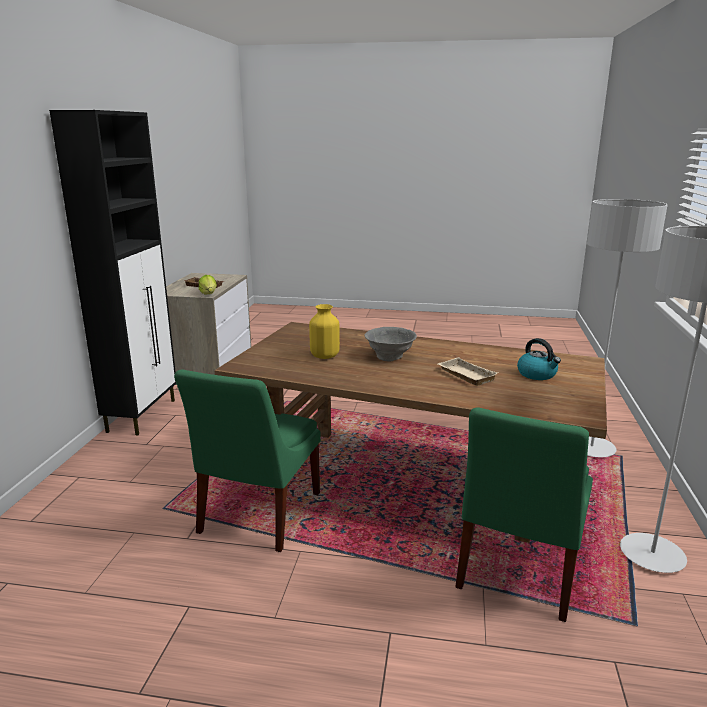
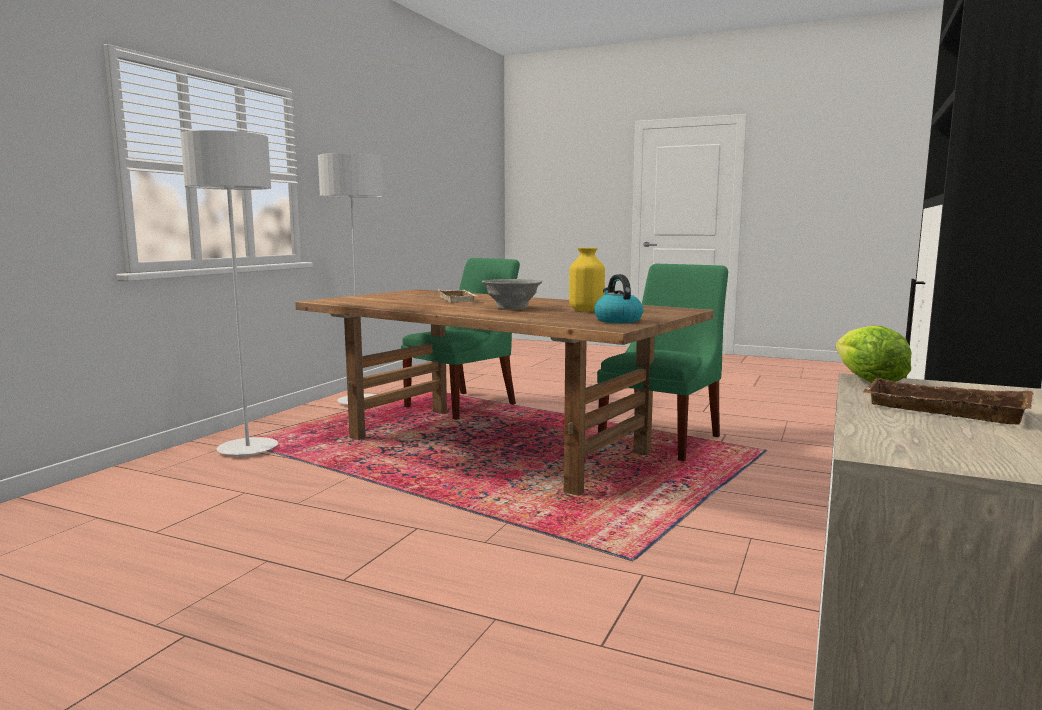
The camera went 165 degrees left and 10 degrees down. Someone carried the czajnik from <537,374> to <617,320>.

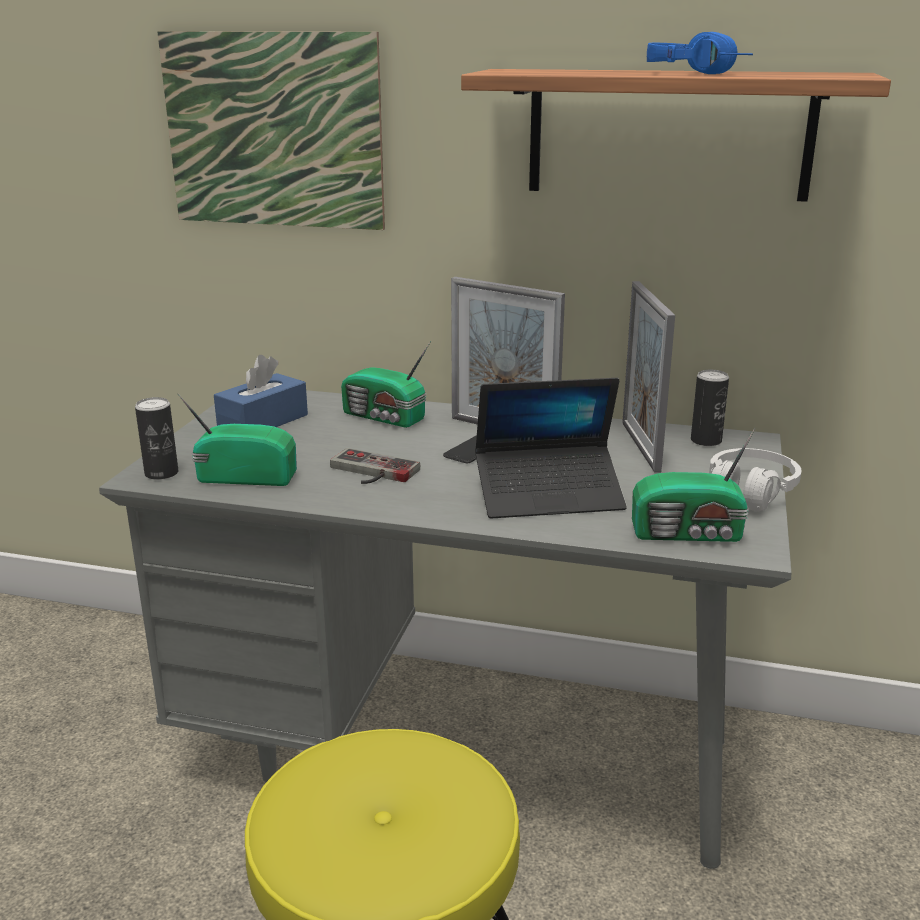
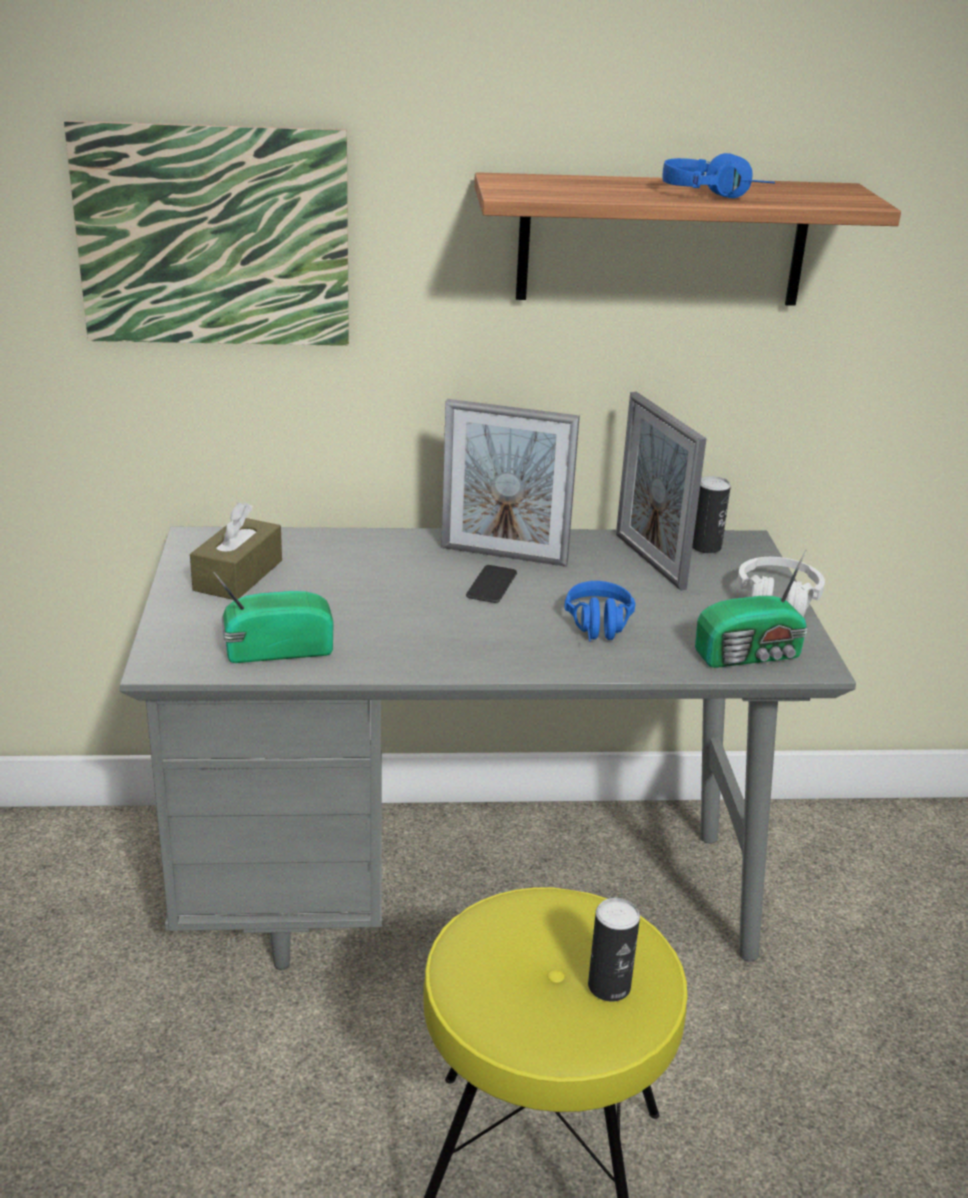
The camera went 20 degrees left and 5 degrees up. Someone repainted the pudełko chusteczek [niebieski] at <263,421>, which became the pudełko chusteczek [brązowy] at <238,575>. Someone swapped the laptop at <549,495> for the słuchawki [niebieski] at <599,629>. Someone carried the puszka from <161,473> to <609,986>. Someone took away the pad do gier at <370,472>. Someone took away the radio at <384,418>.

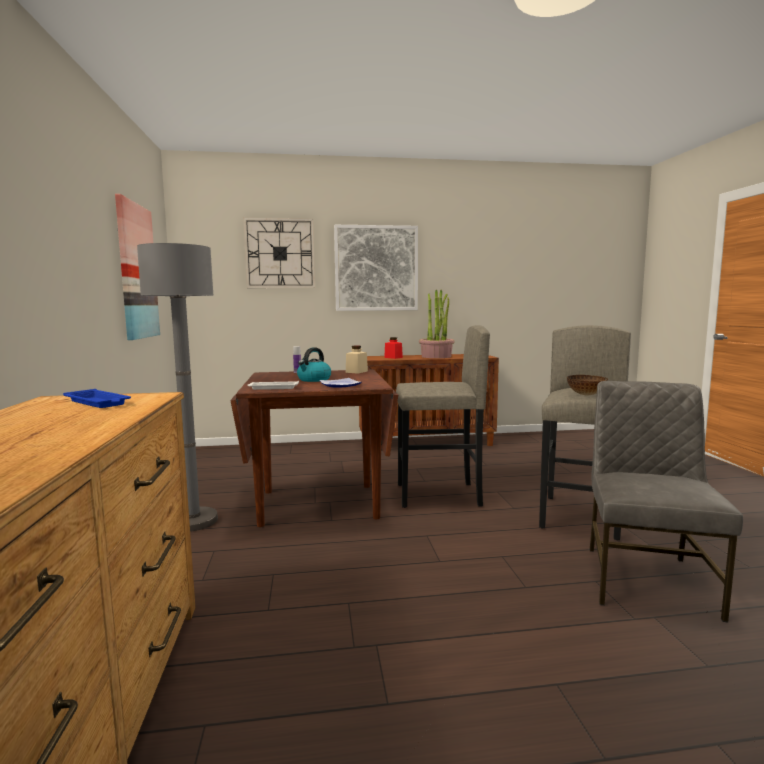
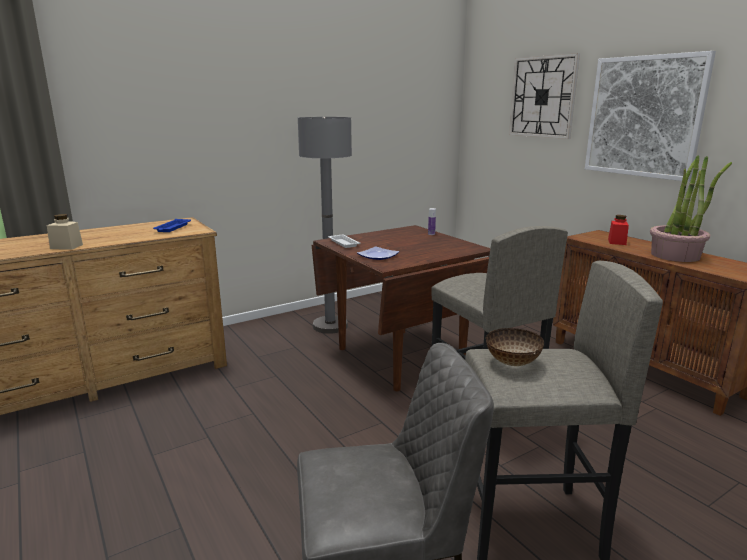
The camera went 65 degrees right and 10 degrees up. Someone carried the słoik [beżowy] from <356,372> to <66,247>. Someone took away the obraz at <136,271>. Someone took away the czajnik at <314,380>.

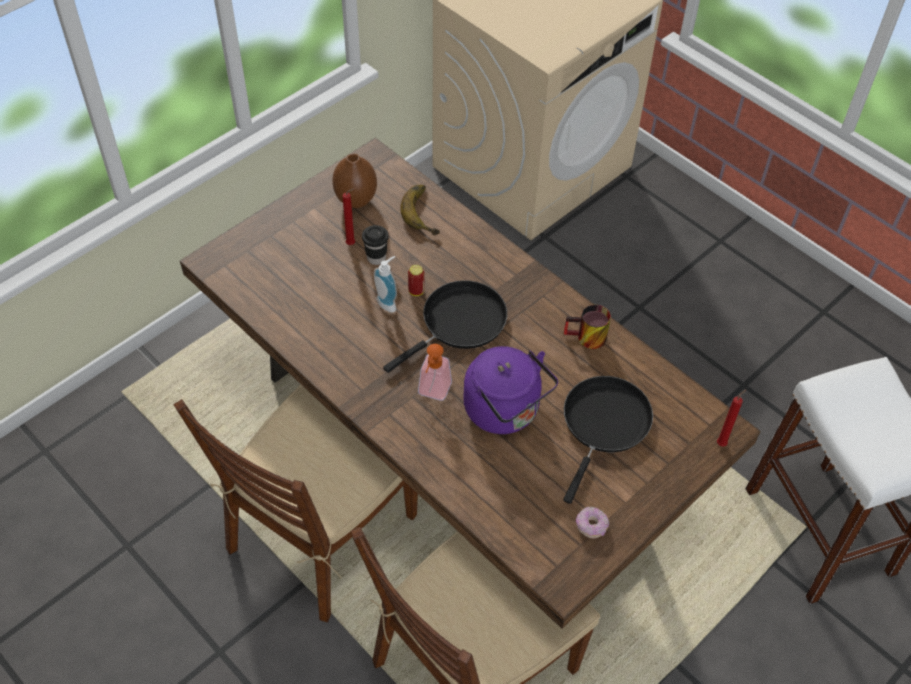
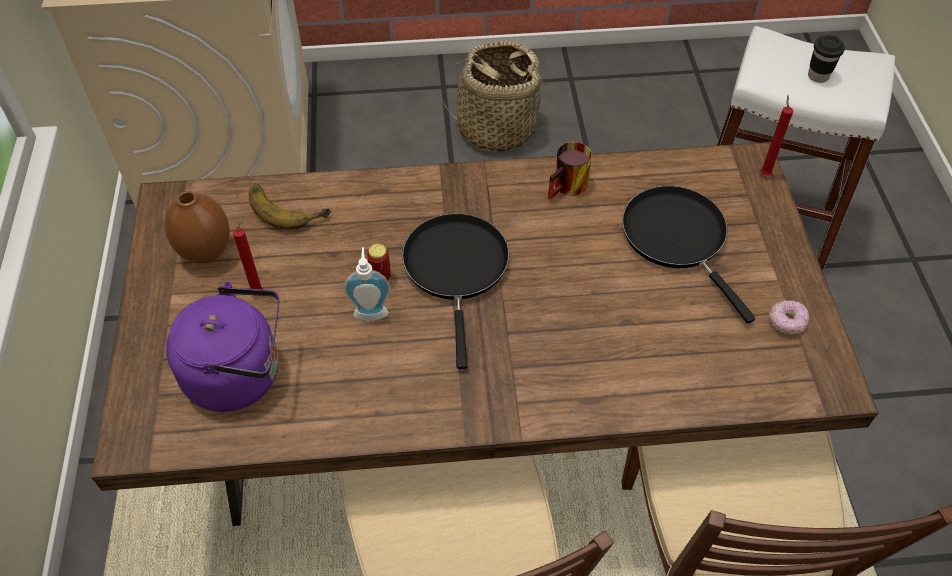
The camera went 50 degrees left and 0 degrees up. Someone carried the czajnik [fioletowy] from <505,411> to <240,374>. Someone put down the koszyk at <496,128>. Someone carried the filiżanka [czarny] from <376,258> to <818,76>. Someone took away the dozownik mydła at <432,393>.

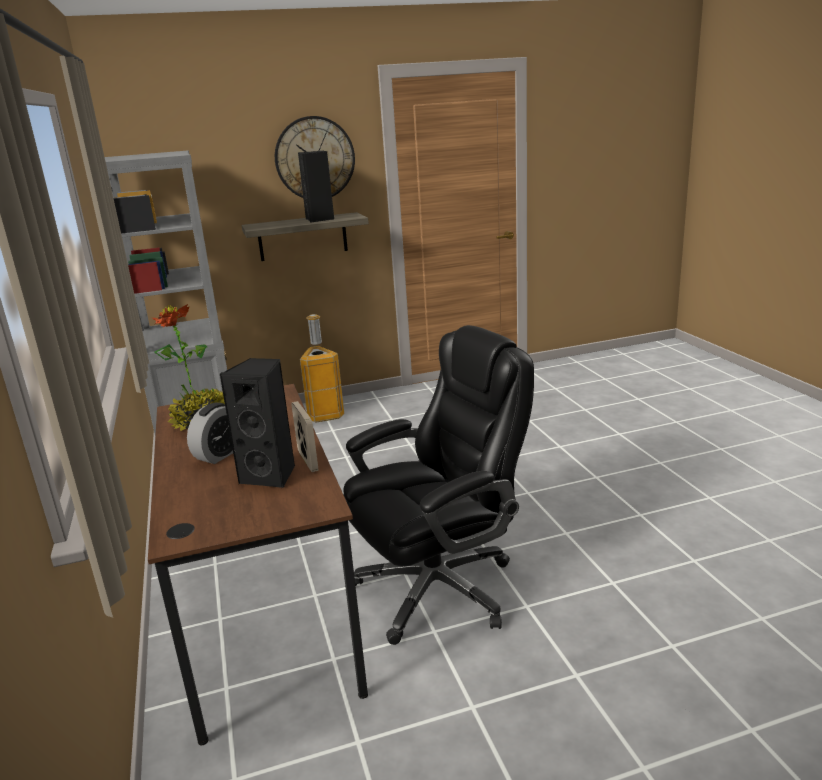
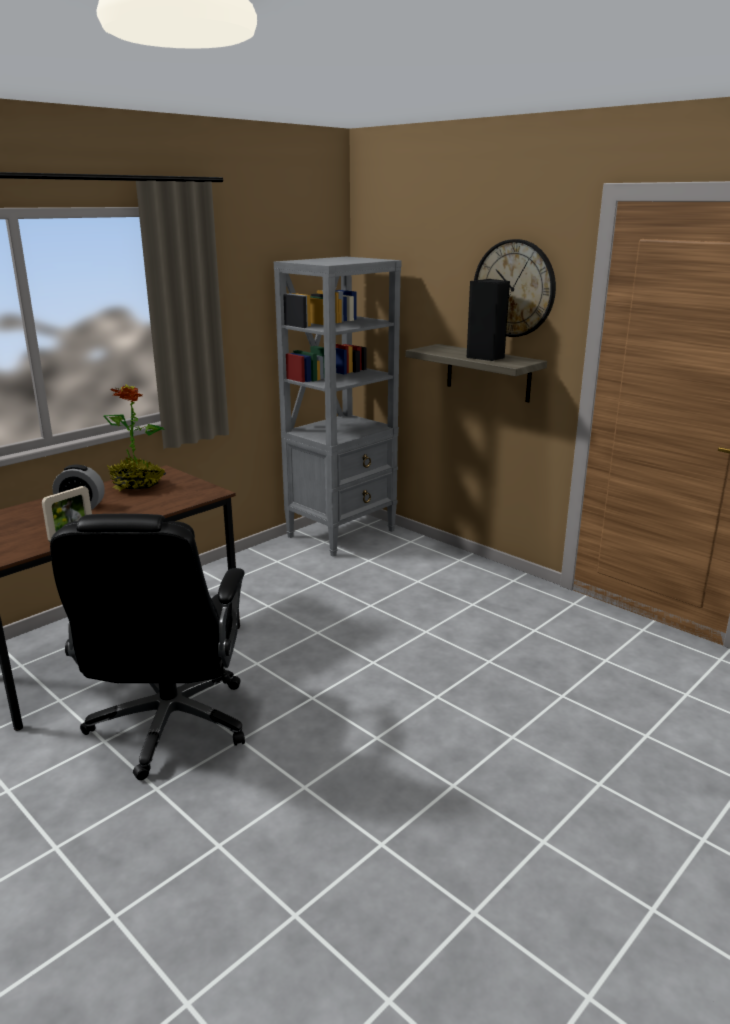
The camera went 60 degrees right and 0 degrees up. Someone rotated the krzesło biurowe [czarny] at <439,587> by 60 degrees clockwise. Someone took away the głośnik [czarny] at <271,475>. Someone took away the kosz na śmieci at <325,415>.

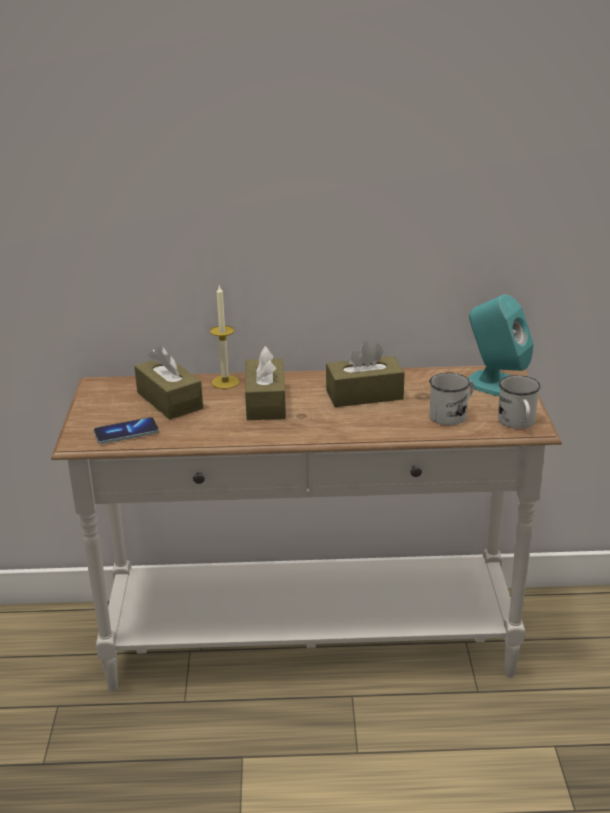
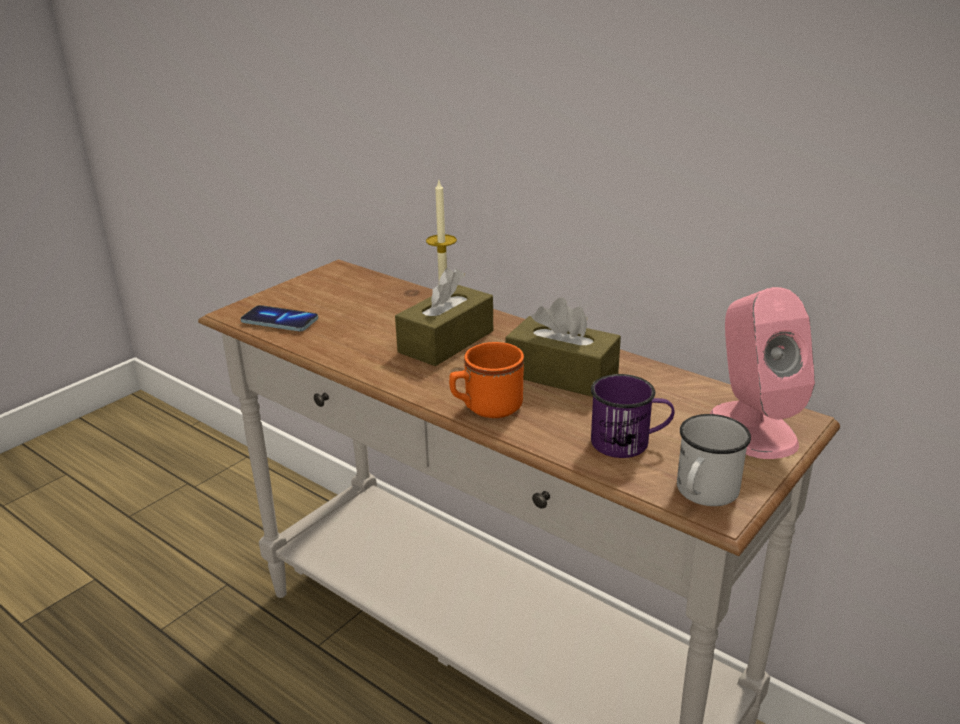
The camera went 40 degrees right and 0 degrees up. Someone put down the kubek [pomarańczowy] at <486,408>. Someone repainted the kubek [biały] at <452,415>, which became the kubek [fioletowy] at <629,443>. Someone repainted the głośnik [turkusowy] at <496,384>, which became the głośnik [różowy] at <752,429>. Someone took away the pudełko chusteczek [brązowy] at <169,400>.

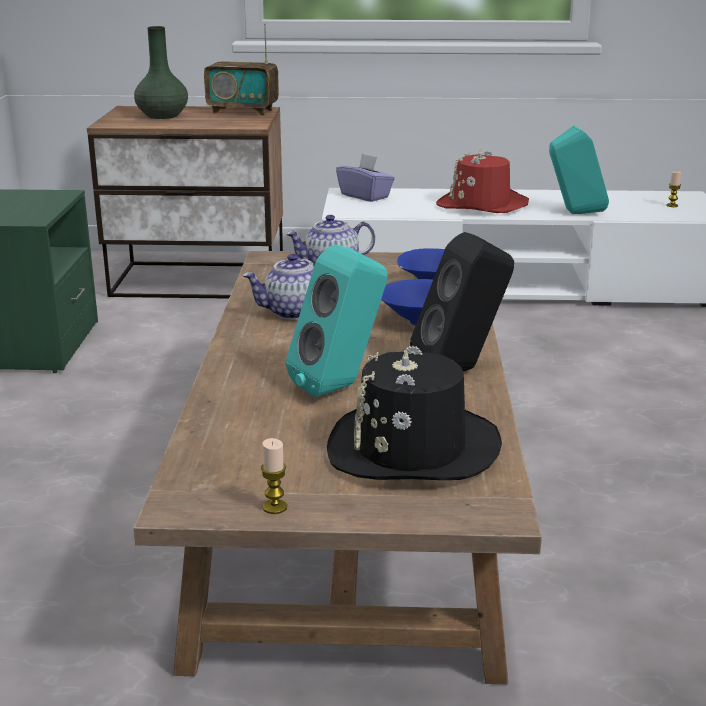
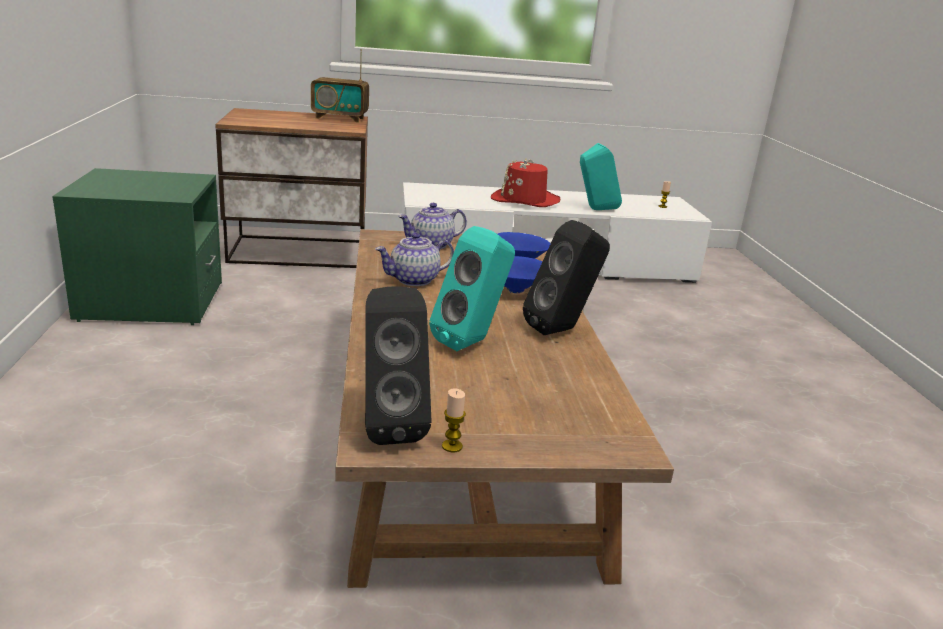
The camera went 10 degrees left and 0 degrees up. Someone put down the głośnik [czarny] at <389,426>. Someone took away the wazon [zielony] at <162,116>. Someone took away the kapelusz [czarny] at <412,449>. Someone took away the pudełko chusteczek [fioletowy] at <365,196>.

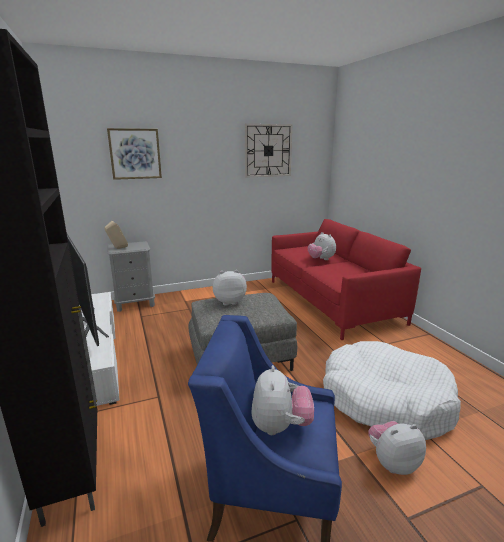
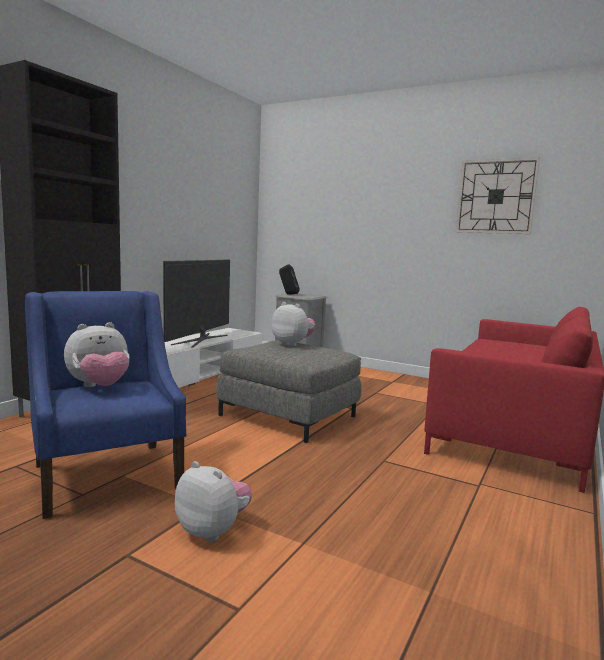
The camera went 50 degrees right and 10 degrees down. Someone repainted the głośnik [beżowy] at <117,248>, which became the głośnik [czarny] at <288,294>. Someone took away the obraz at <135,154>. Someone took away the pluszak at <321,259>. Someone took away the legowisko [biały] at <385,400>.

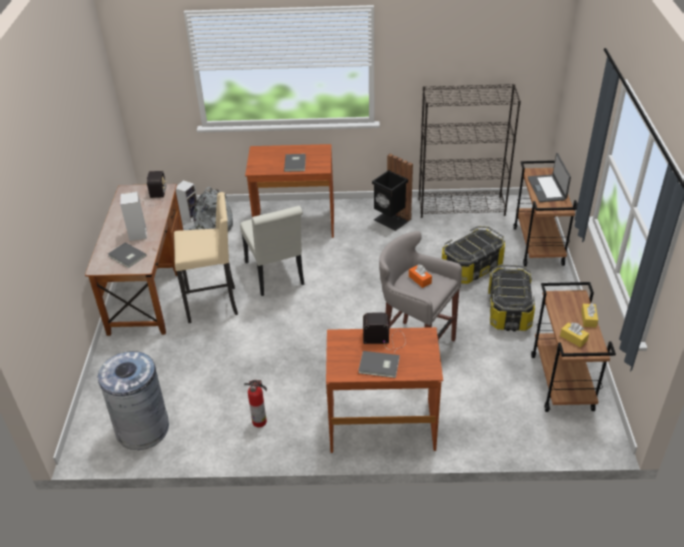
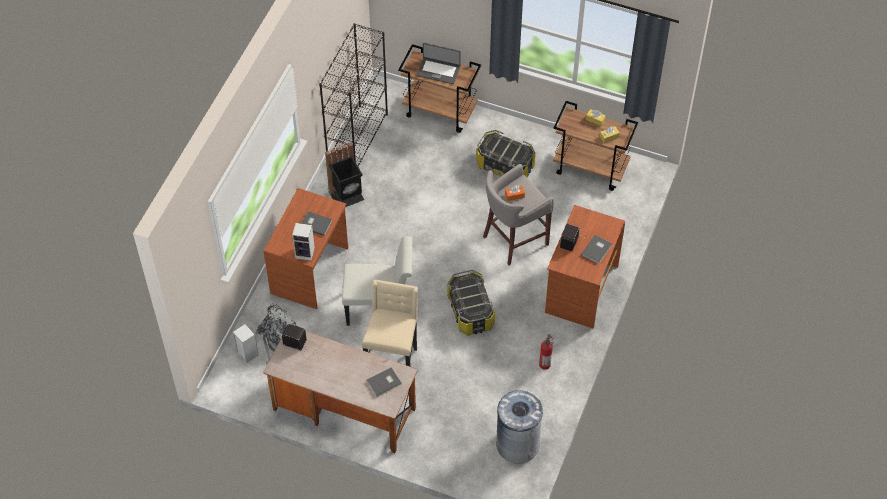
The camera went 70 degrees left and 15 degrees up. Someone carried the głośnik from <138,235> to <305,253>. Someone carried the pojemnik do przechowywania from <471,268> to <471,311>.

